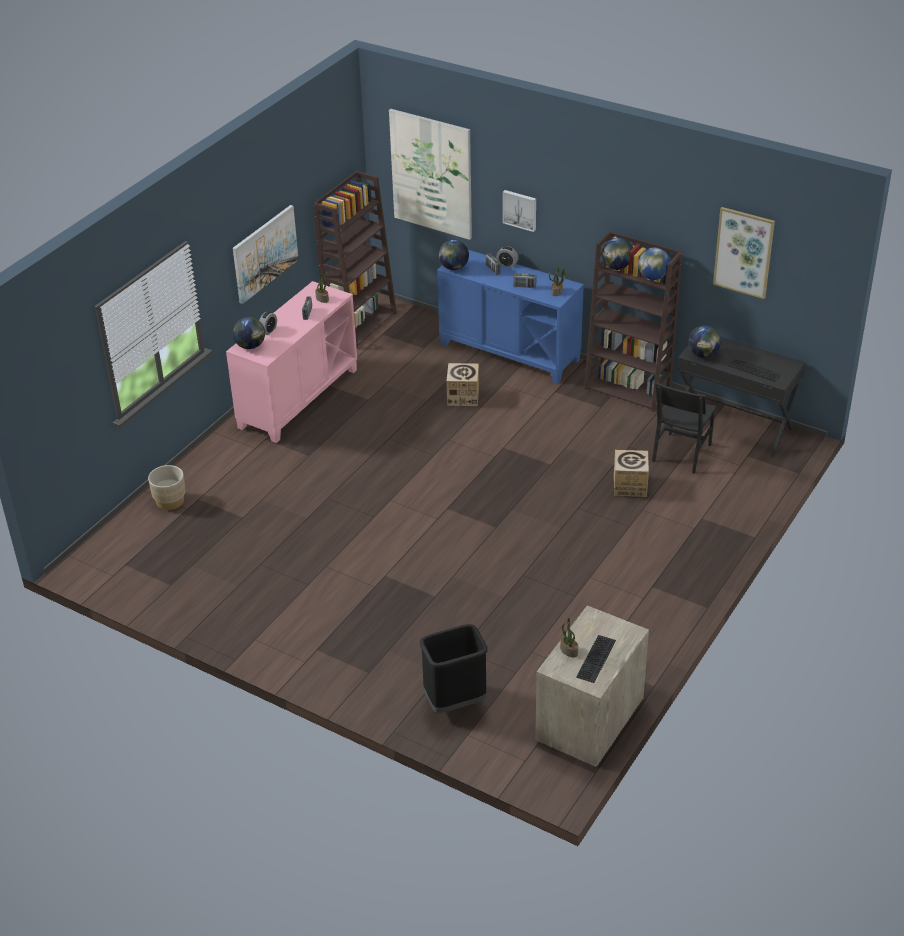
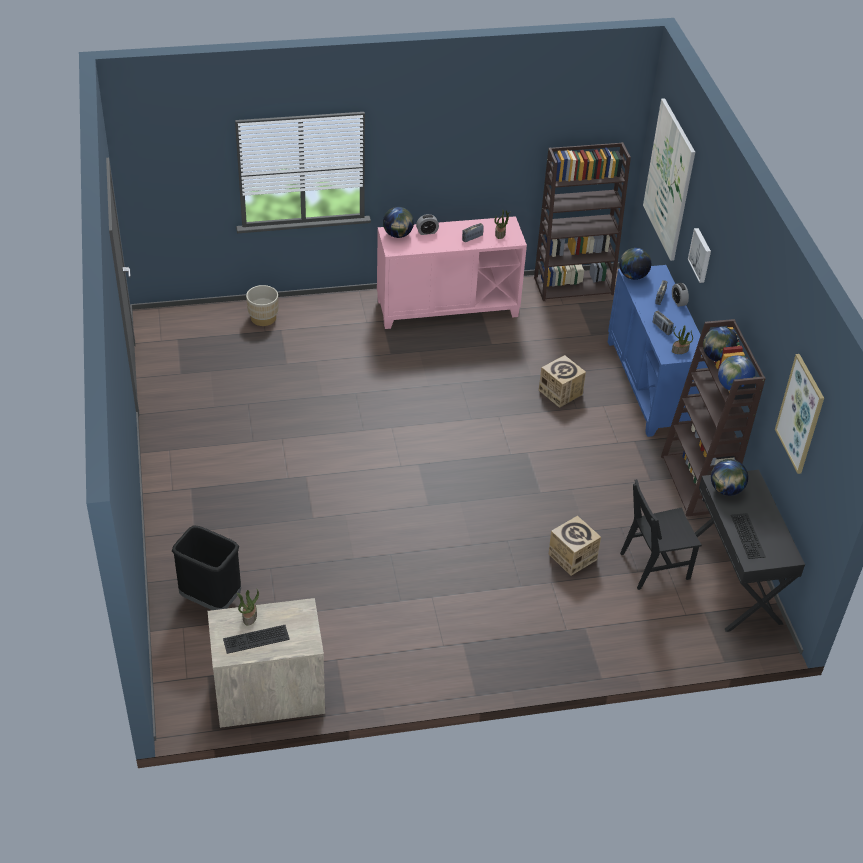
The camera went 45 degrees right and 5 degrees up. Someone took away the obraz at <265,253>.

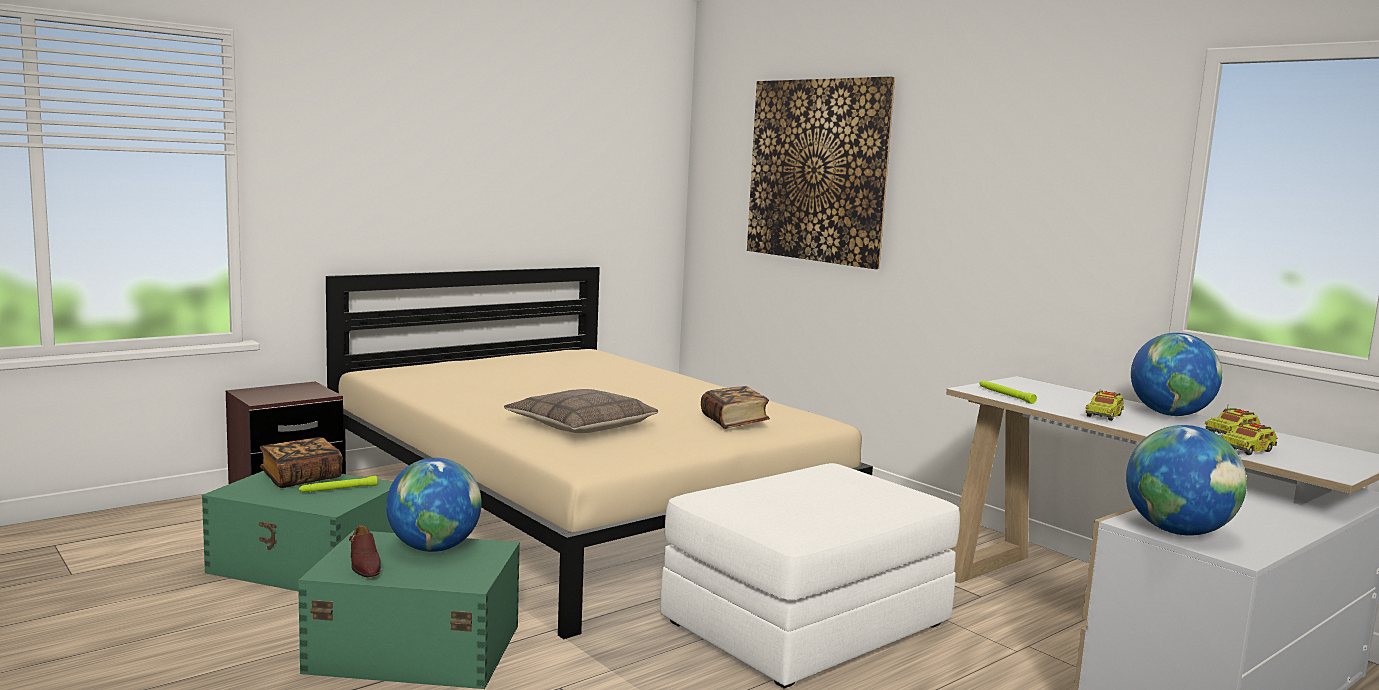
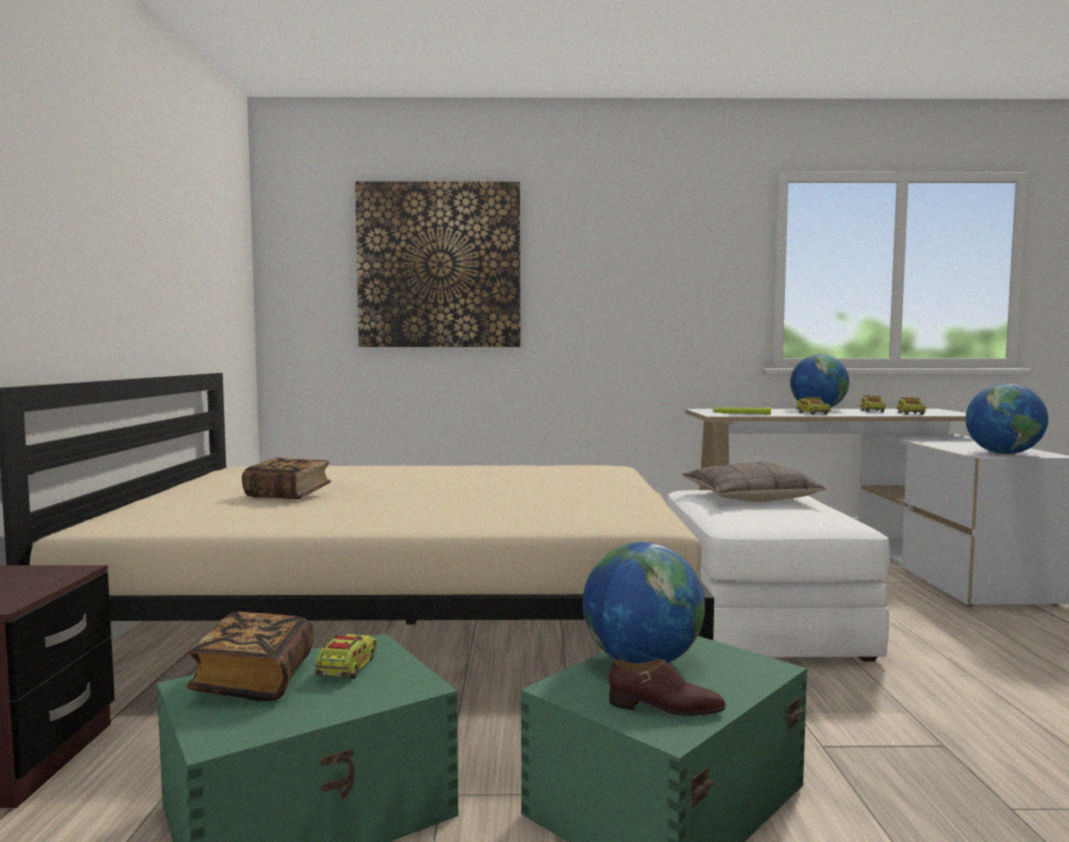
The camera went 50 degrees left and 5 degrees down. Someone carried the książka from <734,422> to <288,495>. Someone swapped the latarka [zielony] at <338,489> for the ciężarówka zabawkowa at <347,668>. Someone carried the poduszka from <580,425> to <748,497>.

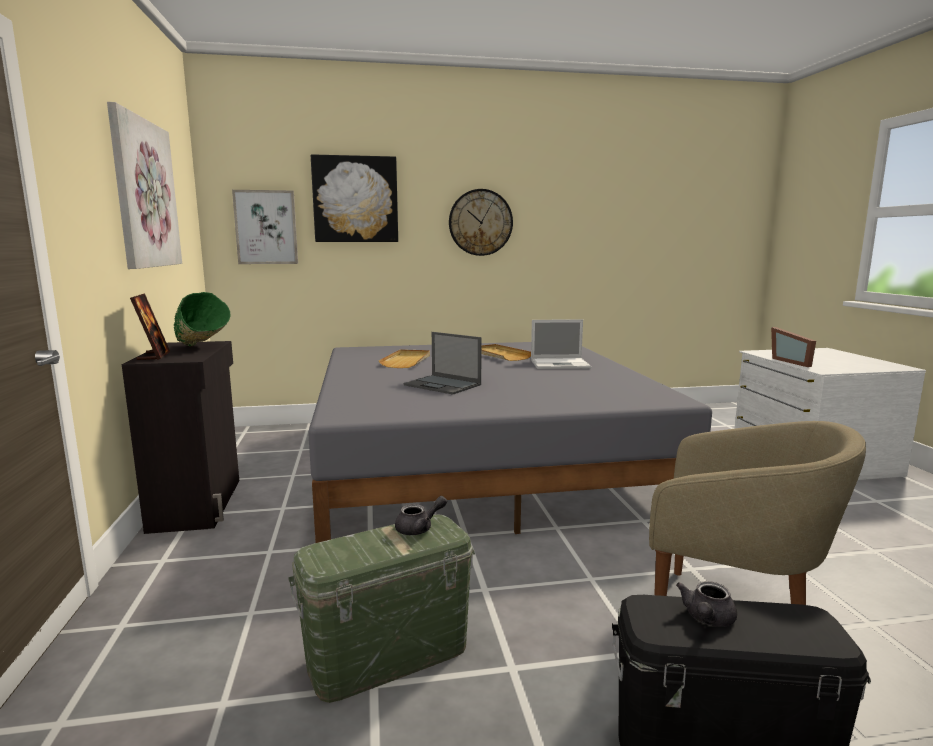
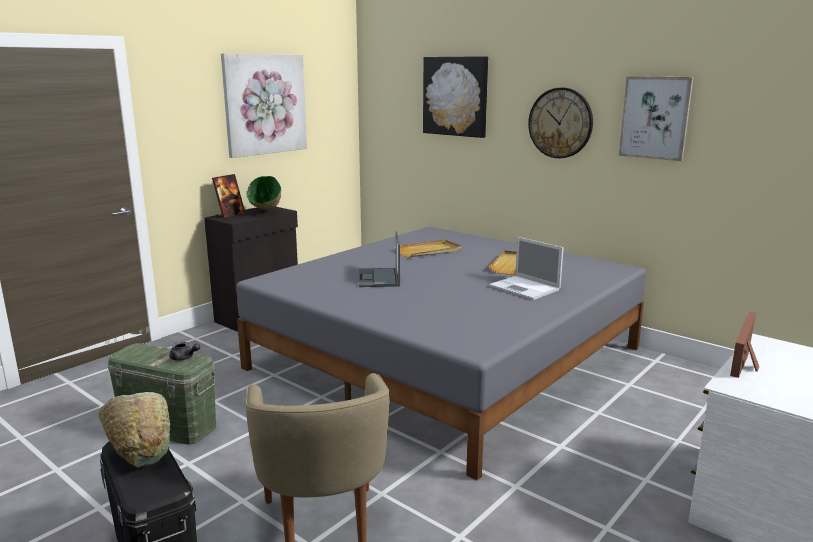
The camera went 50 degrees right and 5 degrees up. Someone swapped the imbryk [szary] at <707,619> for the miska [zielony] at <141,456>. Someone carried the obraz from <266,227> to <655,118>.

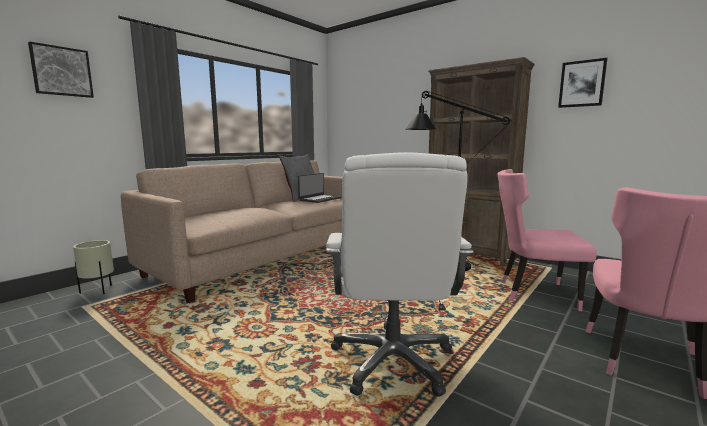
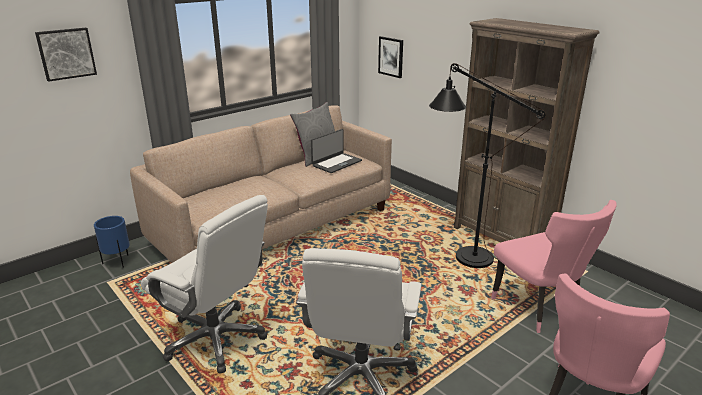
The camera went 10 degrees right and 15 degrees up. Someone repainted the donica [beżowy] at <98,291>, which became the donica [niebieski] at <118,262>. Someone put down the krzesło biurowe [biały] at <216,339>. Someone carried the obraz from <582,84> to <391,56>. Someone rotated the krzesło [różowy] at <533,293> by 135 degrees counterclockwise.

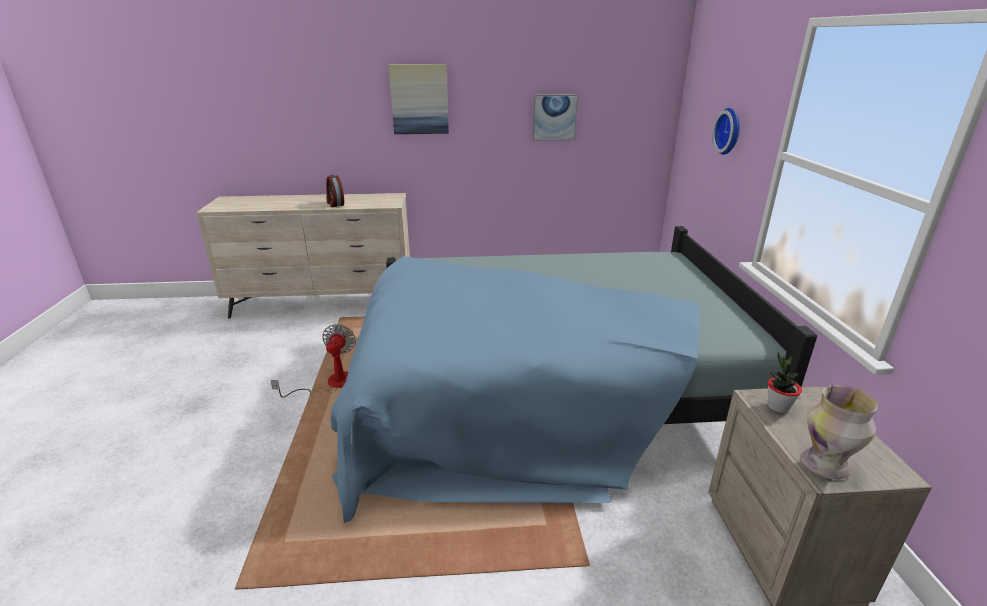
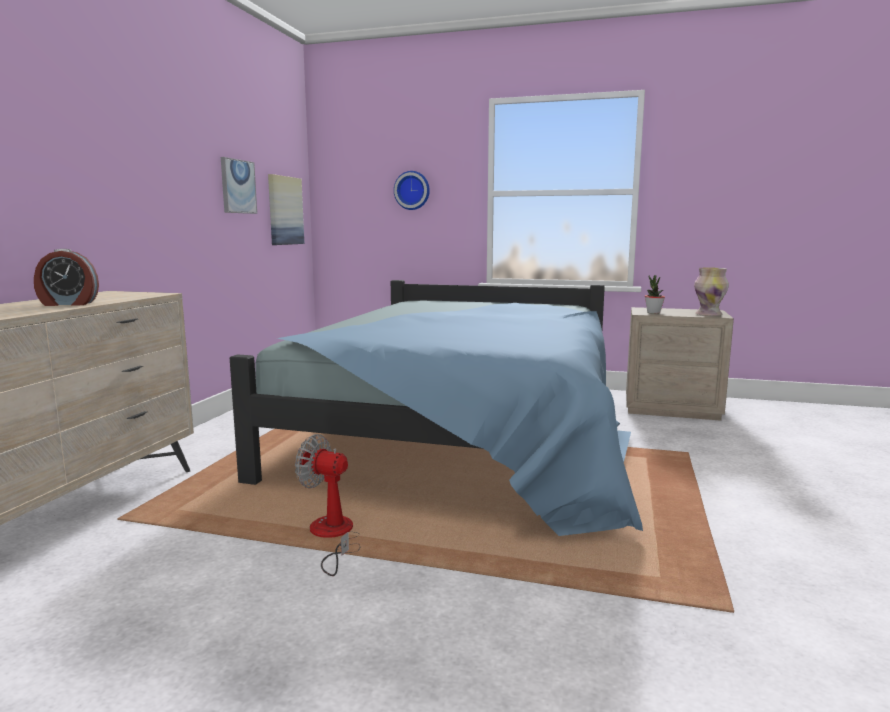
The camera went 70 degrees left and 15 degrees down. Someone carried the obraz from <419,99> to <285,210>.

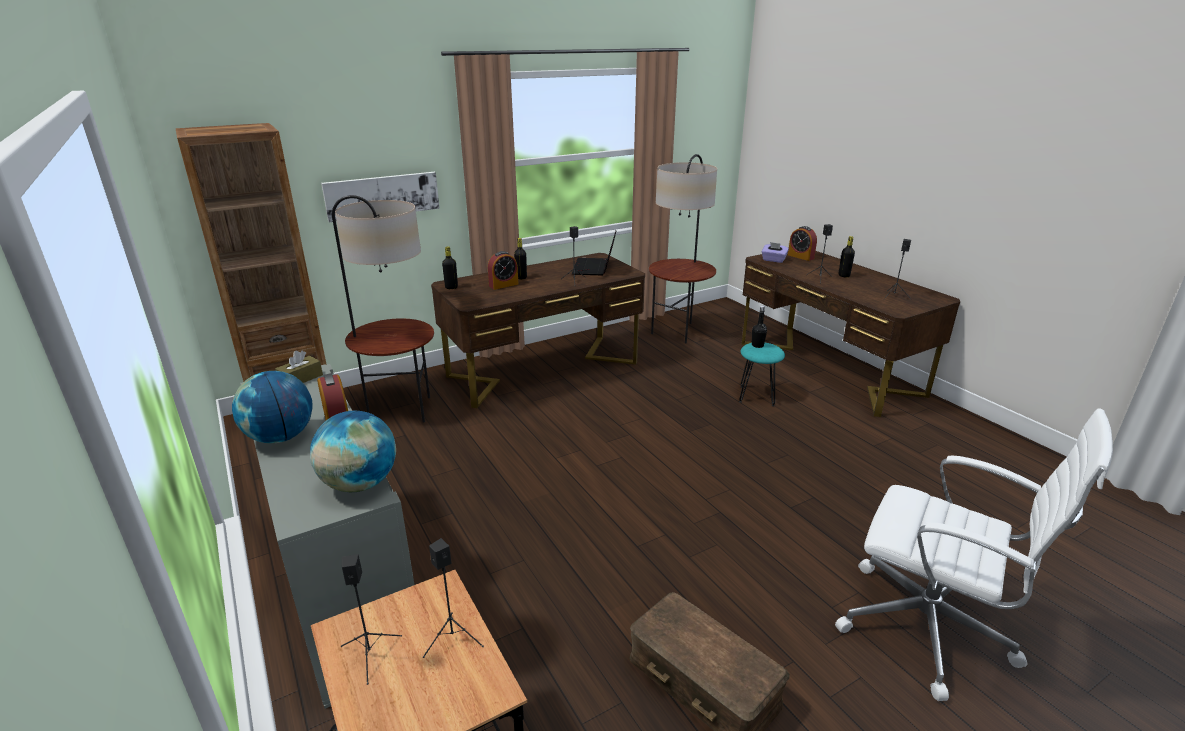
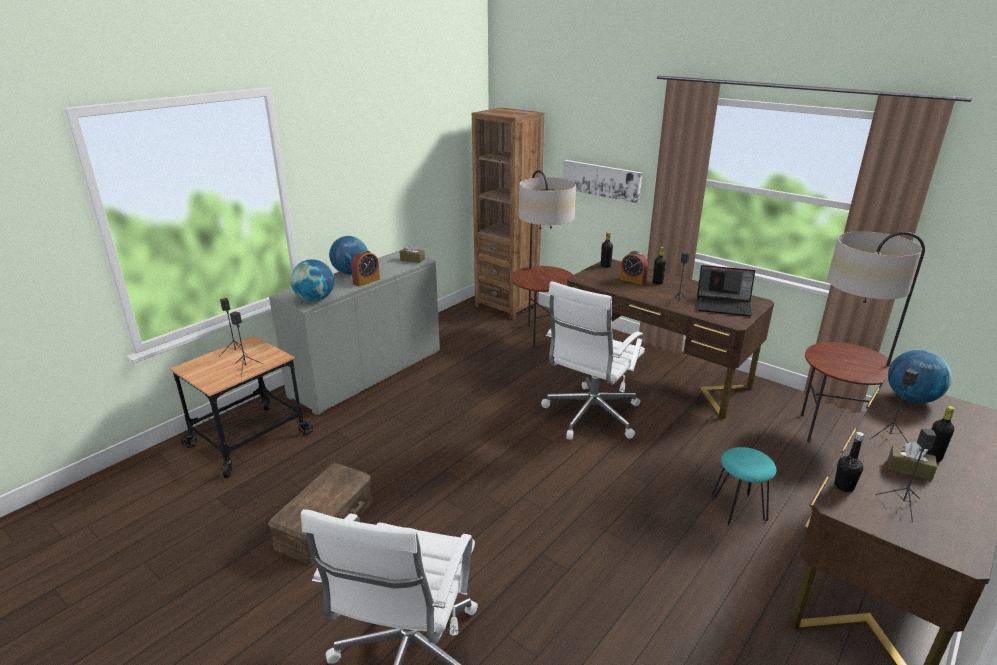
The camera went 70 degrees right and 0 degrees up. Someone put down the krzesło biurowe [biały] at <590,416>. Someone rotated the laptop at <595,268> by 150 degrees counterclockwise. Someone carried the butelka [czarny] from <757,345> to <844,486>. Someone swapped the pudełko chusteczek [fioletowy] at <773,260> for the globus at <911,399>. Someone put down the pudełko chusteczek [brązowy] at <909,469>. Someone took away the budzik at <800,256>.

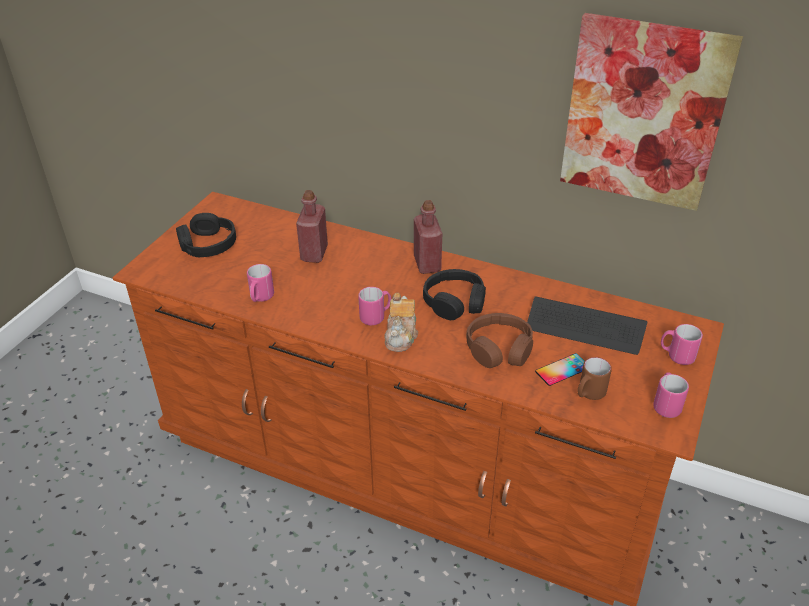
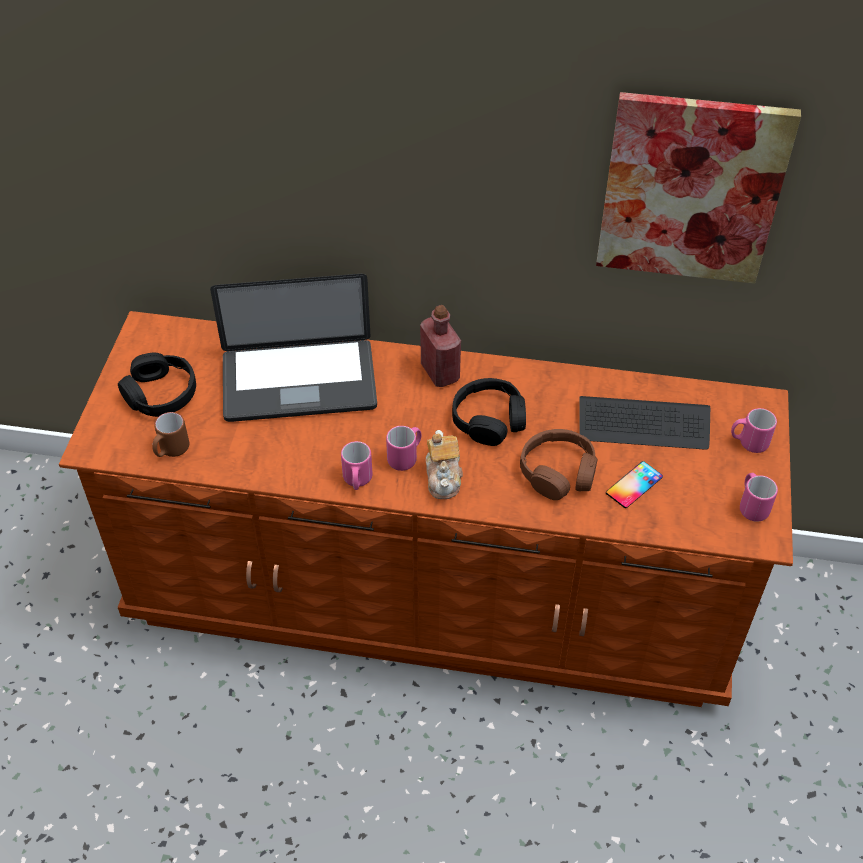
The camera went 15 degrees left and 10 degrees up. Someone carried the kubek [brązowy] from <589,394> to <171,450>. Someone swapped the butelka [czerwony] at <314,253> for the laptop at <299,382>. Someone carried the kubek [różowy] from <260,298> to <357,481>.

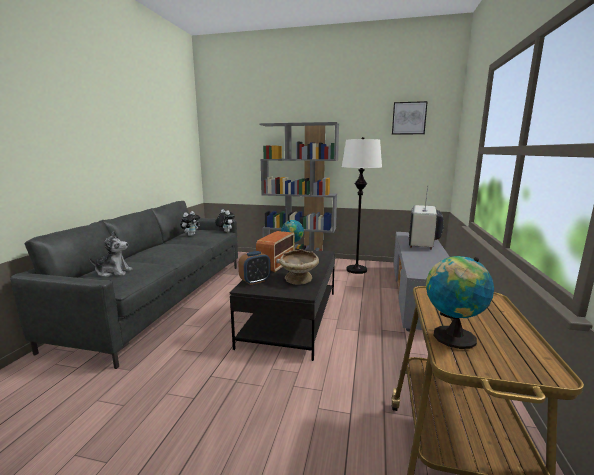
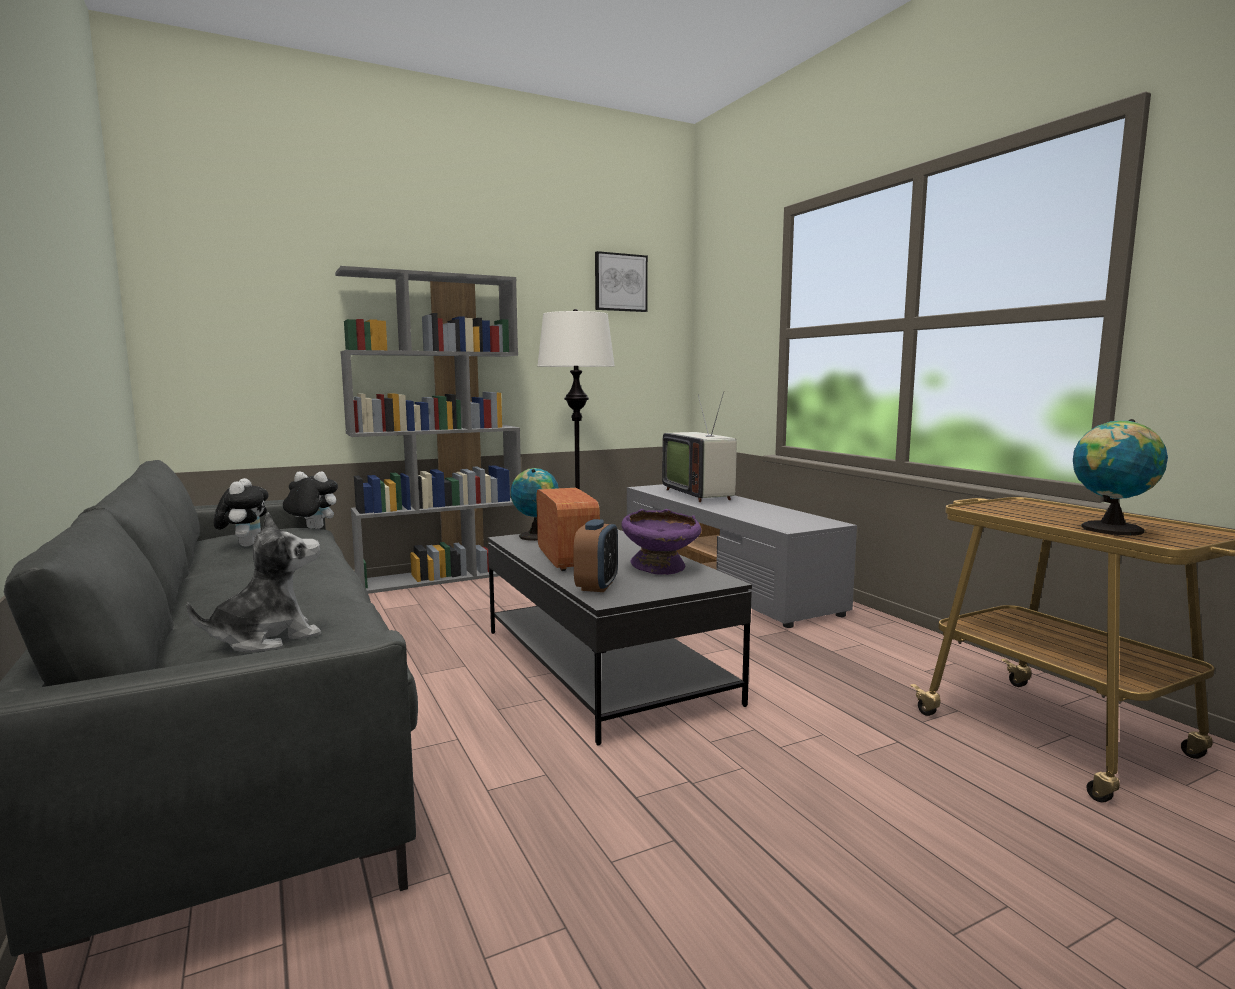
The camera went 40 degrees left and 5 degrees down. Someone repainted the miska [beżowy] at <299,280>, which became the miska [fioletowy] at <661,568>.

